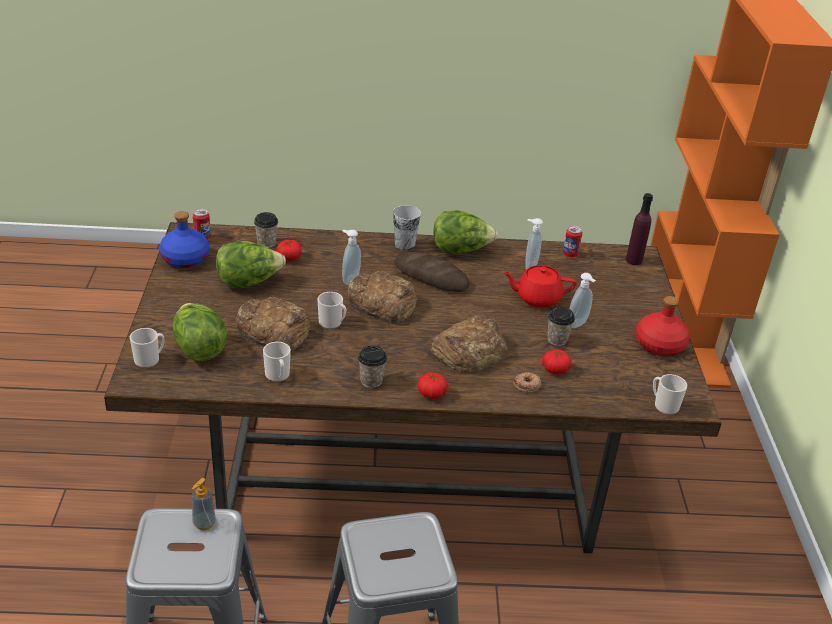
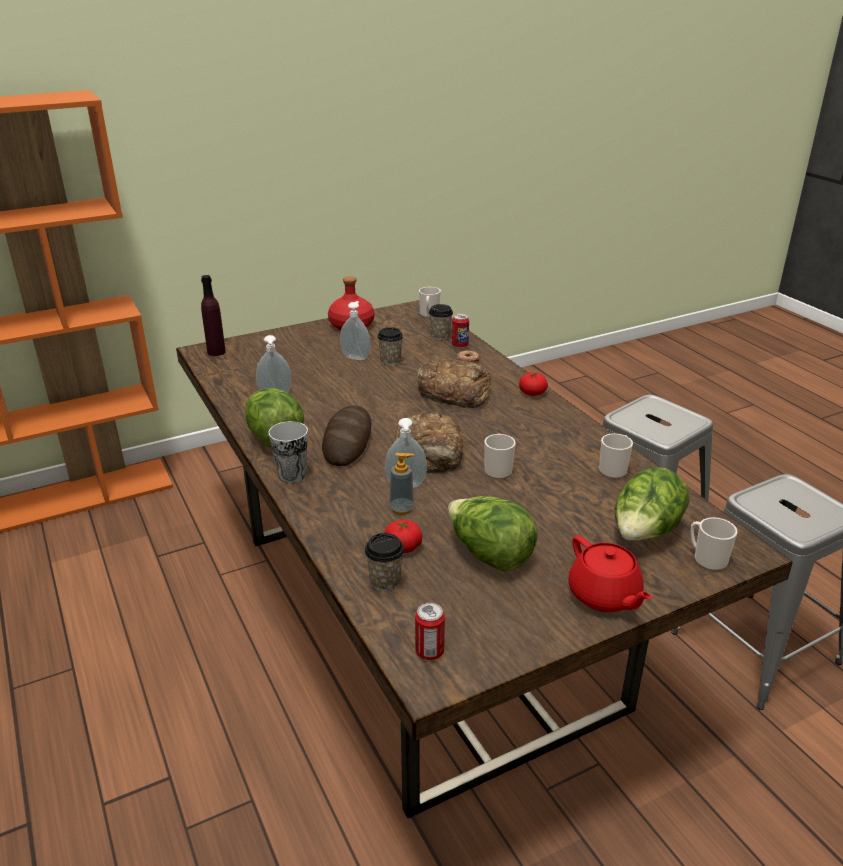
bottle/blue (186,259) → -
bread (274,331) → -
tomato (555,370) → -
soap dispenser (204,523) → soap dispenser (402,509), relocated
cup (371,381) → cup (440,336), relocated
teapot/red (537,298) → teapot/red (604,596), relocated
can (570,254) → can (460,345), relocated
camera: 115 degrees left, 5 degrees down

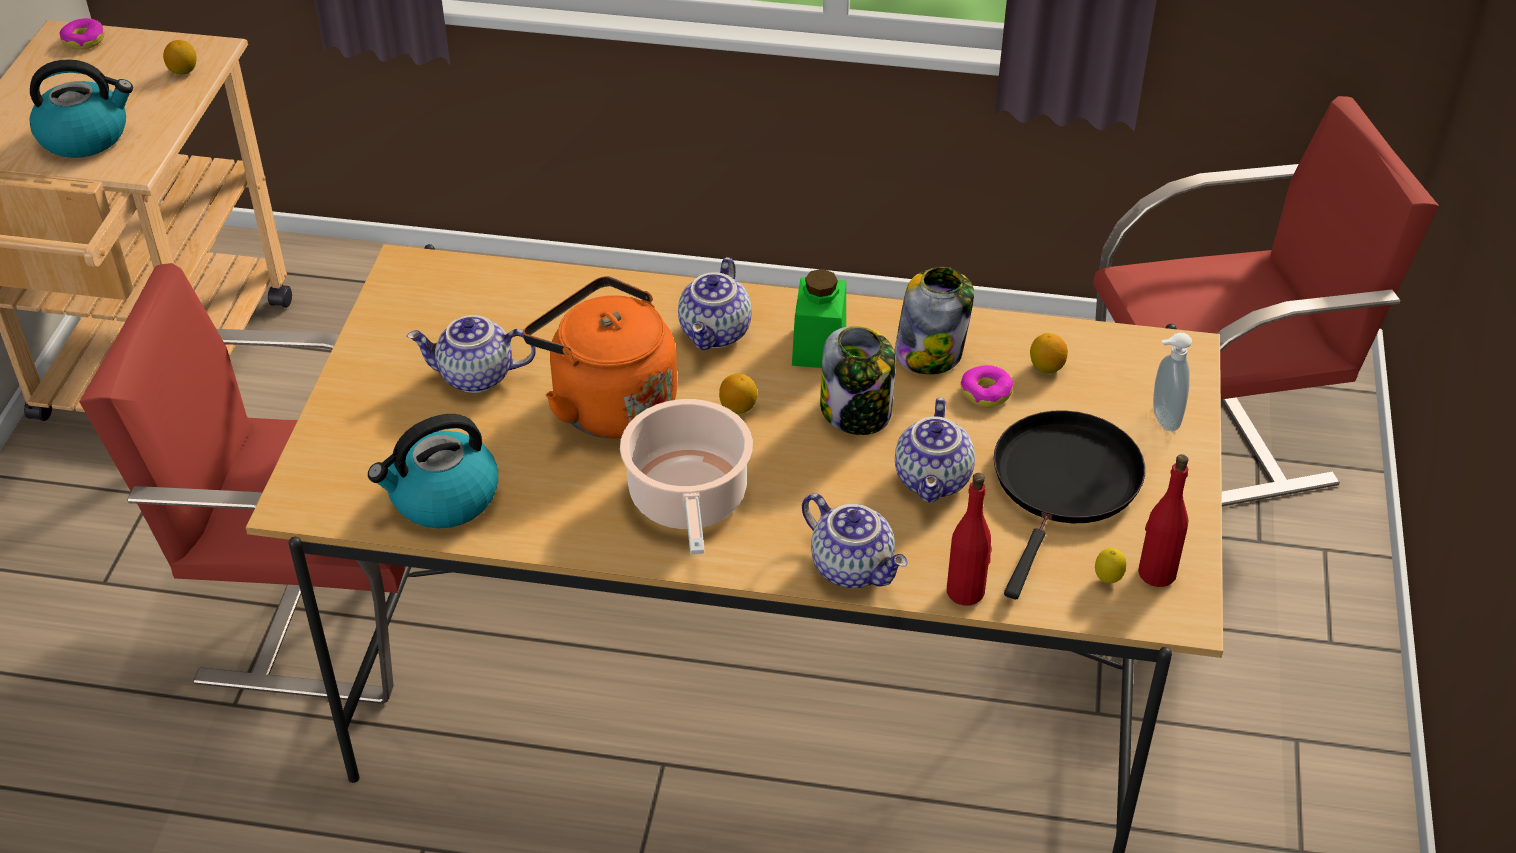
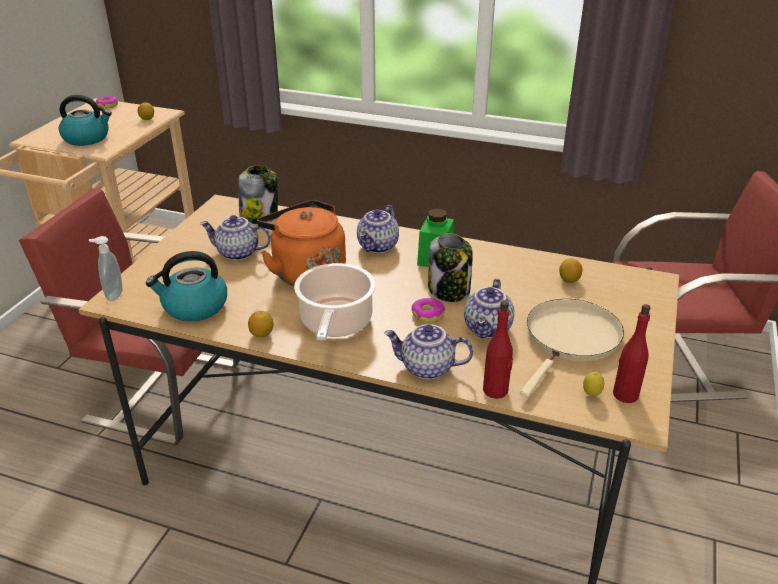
lemon (738,407) → lemon (262,334), relocated
jar (930,353) → jar (260,216), relocated
donut (986,392) → donut (428,314), relocated
soap dispenser (1162,419) → soap dispenser (113,295), relocated
frying pan/black (1064,484) → frying pan/beige (570,339)
teapot (854,567) → teapot (426,369), 135 degrees clockwise
camera: 10 degrees right, 10 degrees down

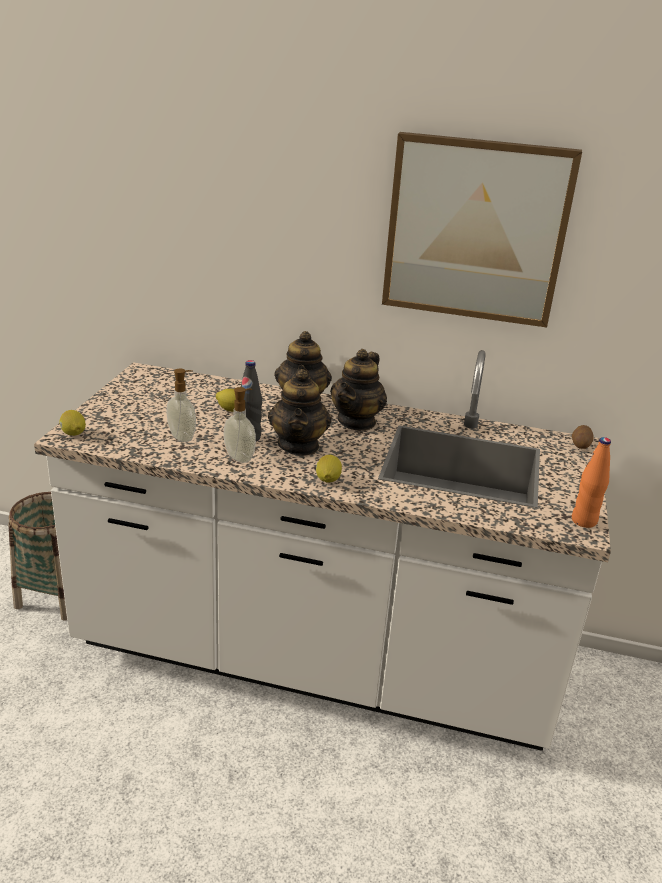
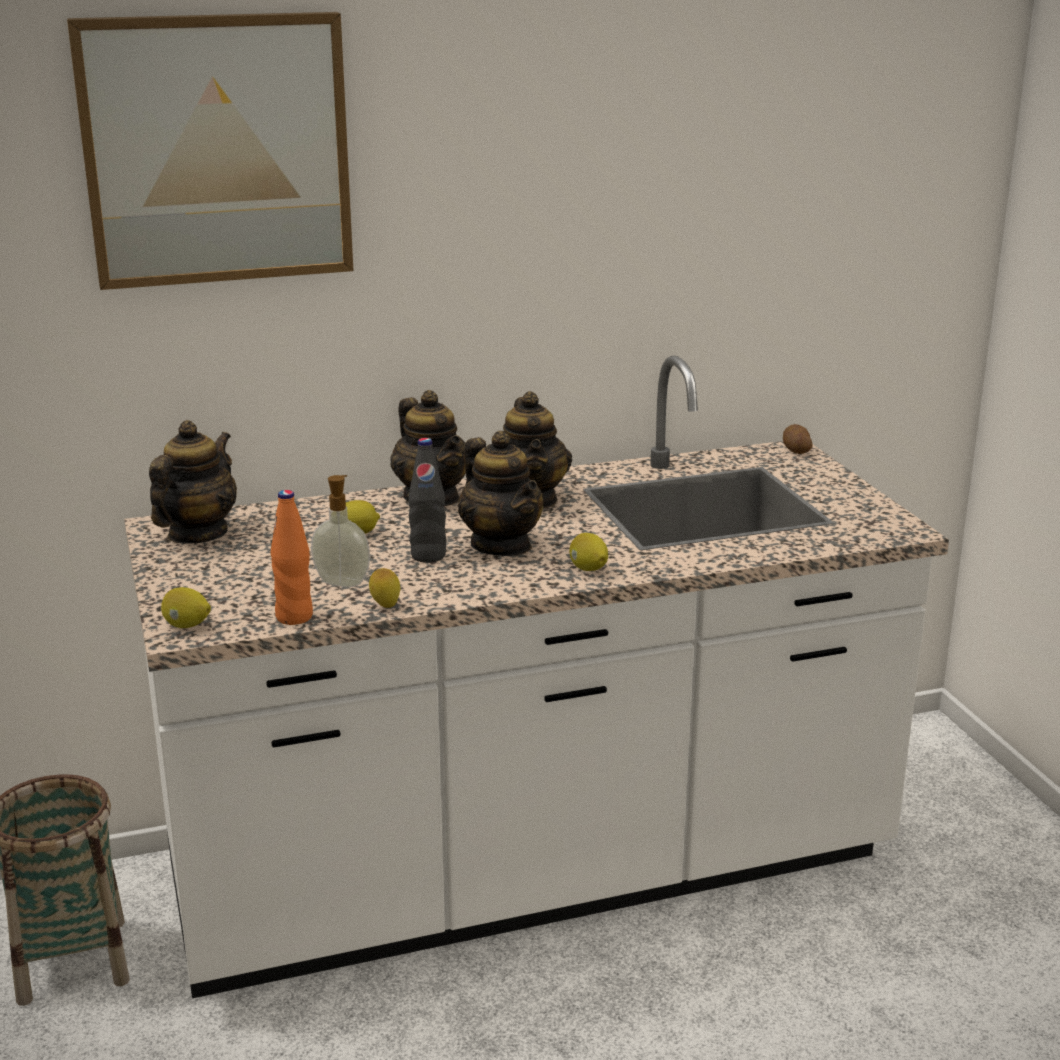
soap dispenser (240,457) → -
- → teapot (197,534)
- → lemon (385,606)
picture (475,230) → picture (216,150), relocated
bottle/orange (584,521) → bottle/orange (294,617), relocated
camera: 30 degrees left, 5 degrees down

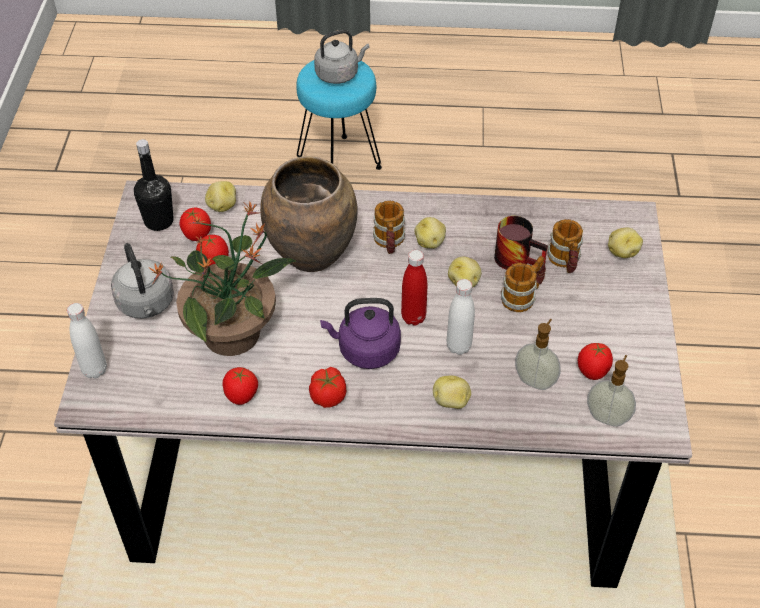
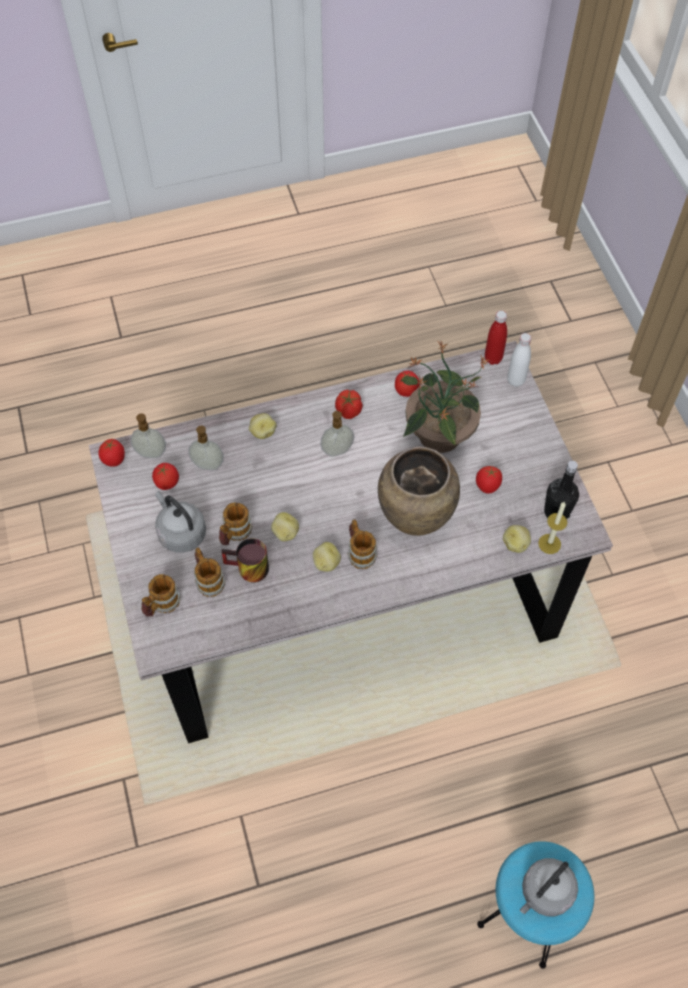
bottle/white (458,346) → -
- → candle (549,544)
kettle/grey (146,304) → kettle/grey (180,532), relocated
tomato (197,236) → tomato (114,461), relocated
bottle/red (413,317) → bottle/red (493,358), relocated
kettle/purple (365,350) → soap dispenser (337,451)
potato (622,252) → mug (161,605)
camera: 160 degrees right, 10 degrees up

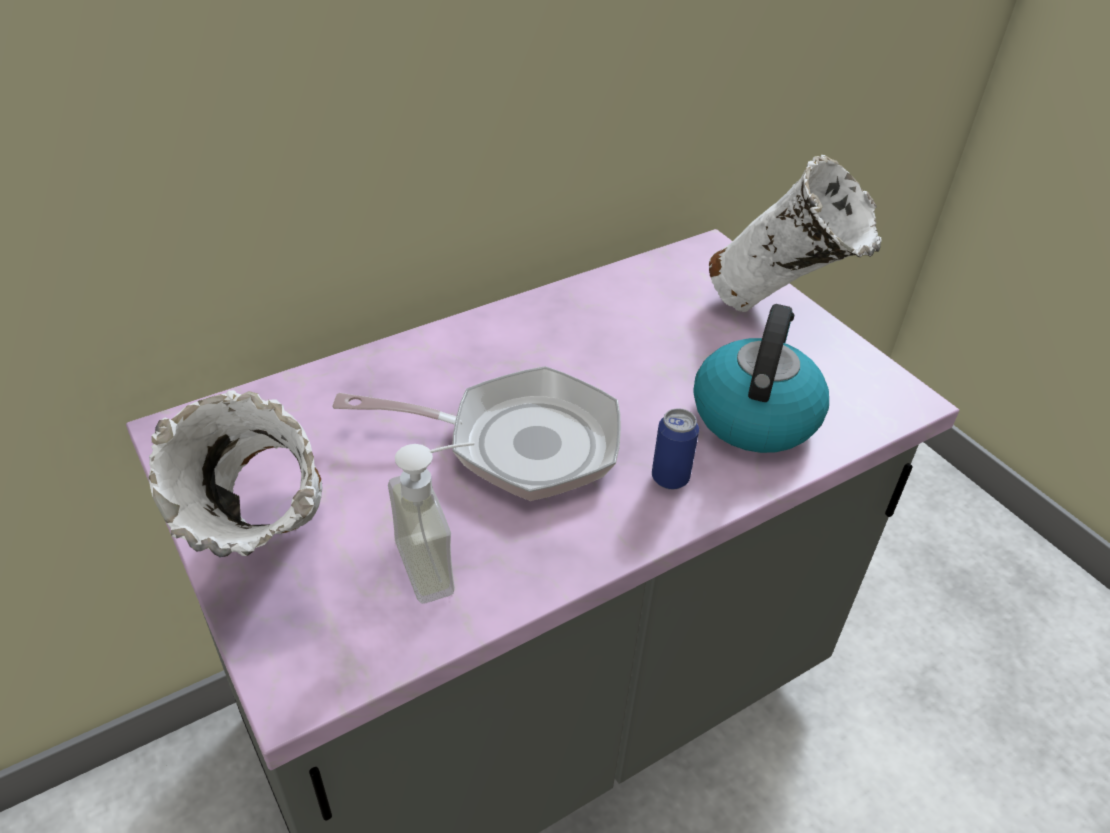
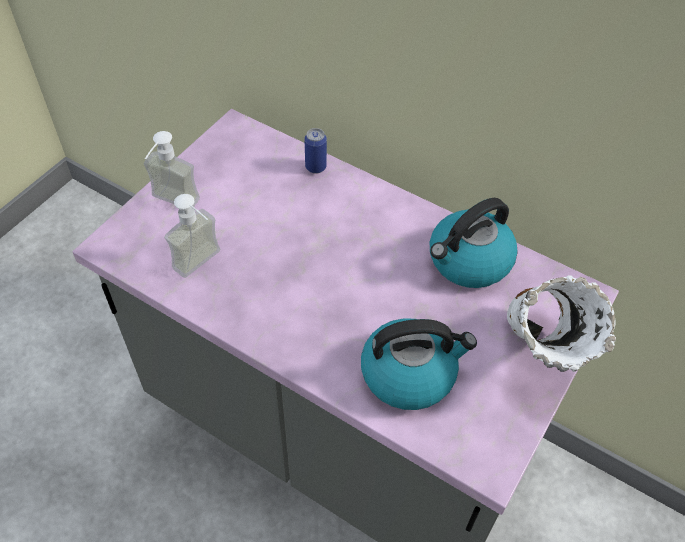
frying pan (519,443) → -
- → kettle (468,261)
can (670,478) → can (315,167), relocated
vase/white (274,564) → soap dispenser (171,204)
camera: 65 degrees right, 10 degrees up

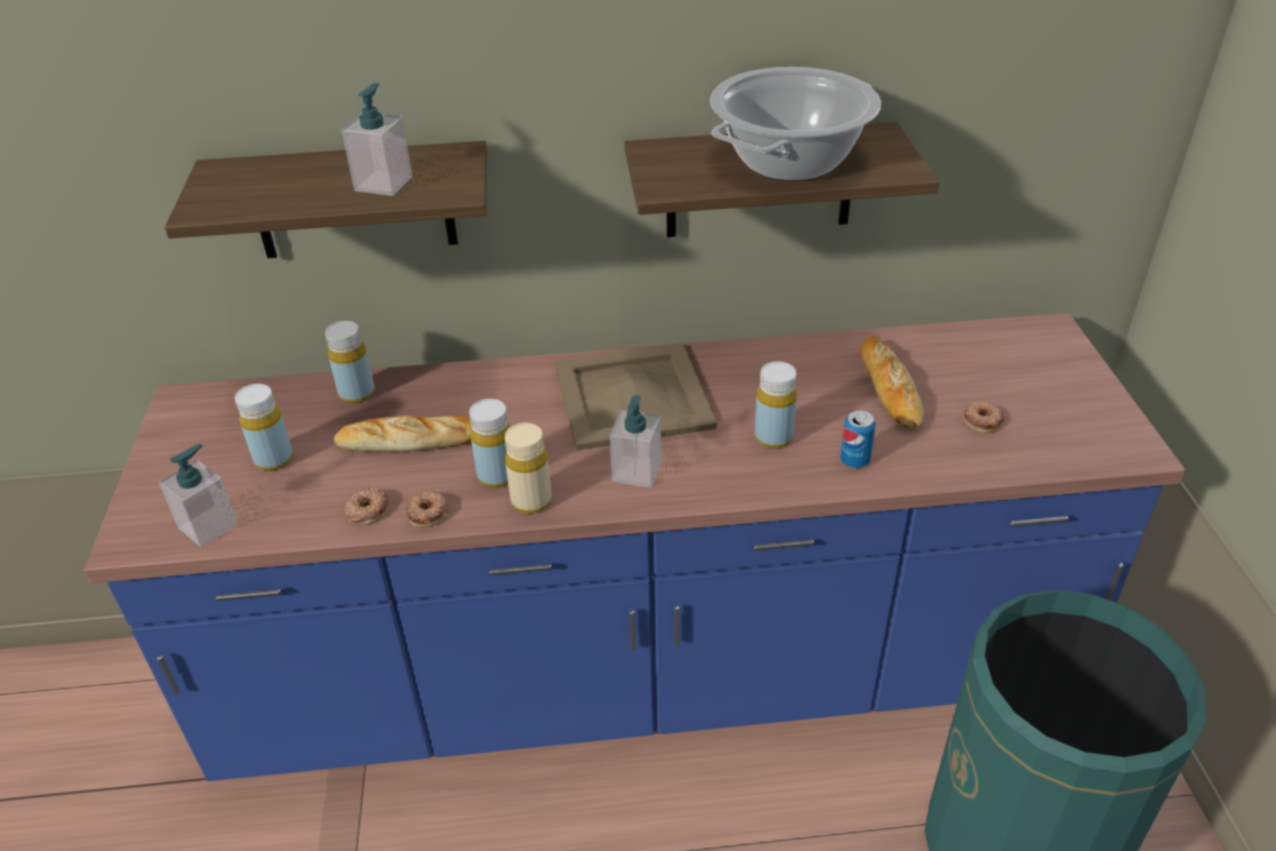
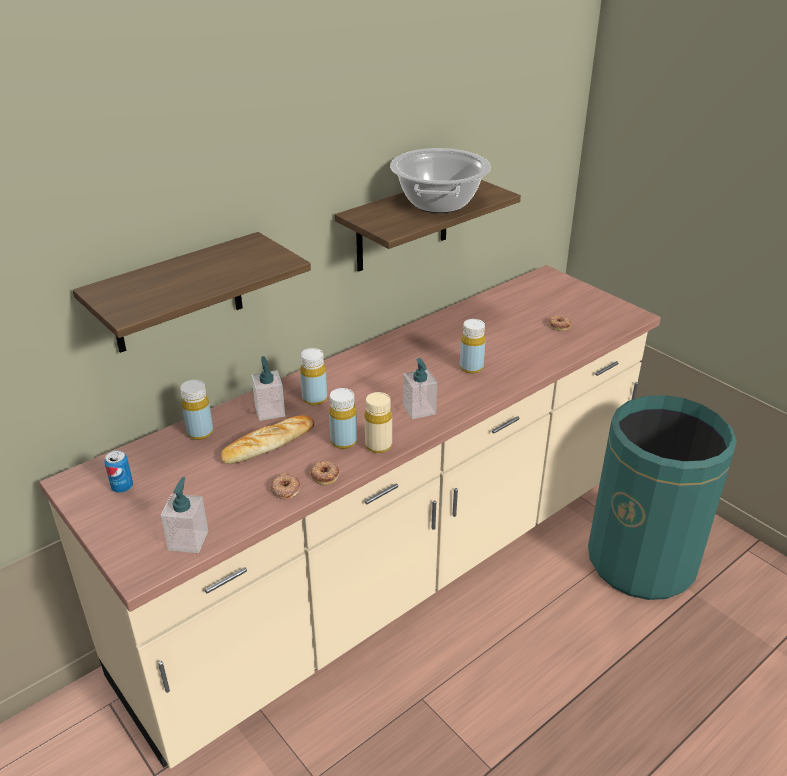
tray/beige (631,395) → -
bread (889,388) → -
bottle/yellow (274,459) → bottle/yellow (314,399), relocated
soap dispenser (384,183) → soap dispenser (270,411), relocated
can (854,460) → can (122,487), relocated
counter/blue (645,679) → counter/beige (393,573)
camera: 35 degrees left, 5 degrees down

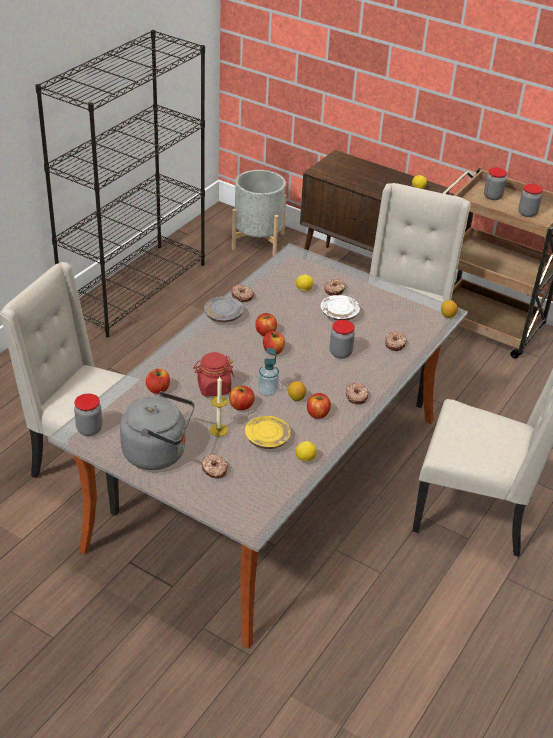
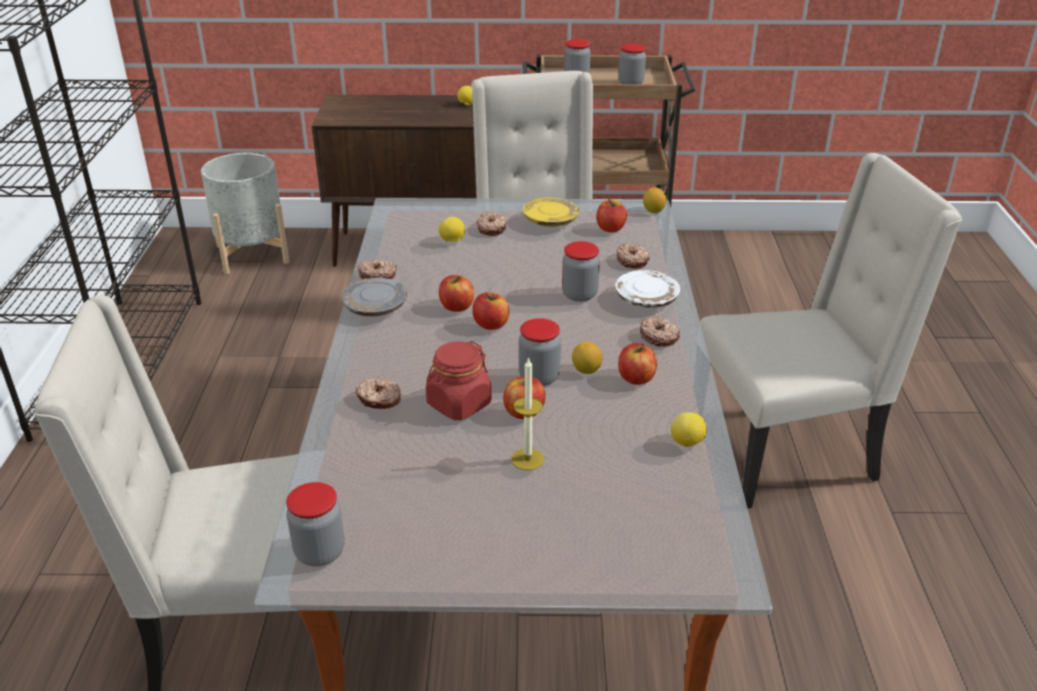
kettle/grey (159,453) → -
apple (158,389) → apple (610,228), relocated
donut (214,470) → donut (379,399), relocated
plate/yellow (267,438) → plate/yellow (550,221), relocated
plate/white (339,314) → plate/white (646,299), relocated
soap dispenser (268,391) → jar (539,377)
camera: 30 degrees left, 5 degrees down

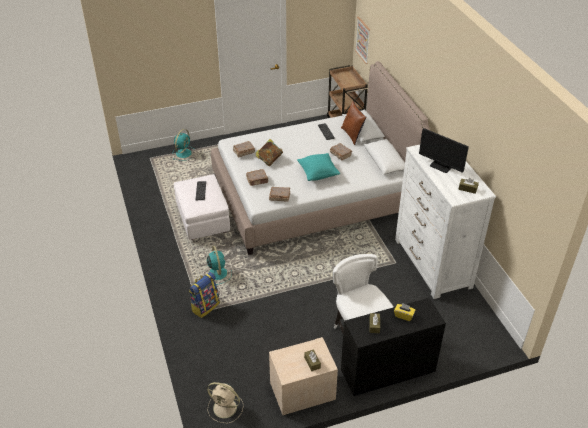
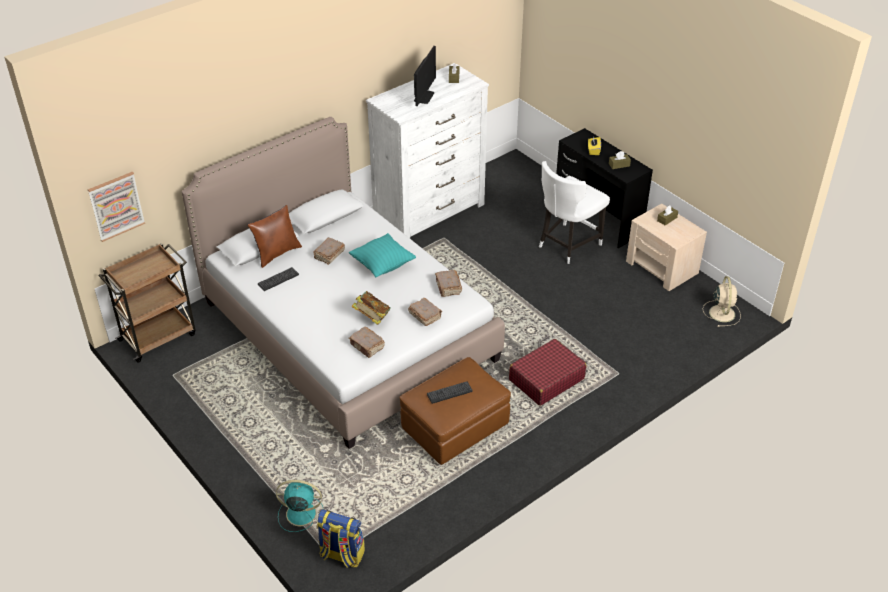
backpack (205,306) → backpack (341,555), relocated
fan/turquoise (217,273) → suitcase/red (546,379)
ottoman/white (203,220) → ottoman/brown (454,428)
camera: 110 degrees left, 0 degrees up

